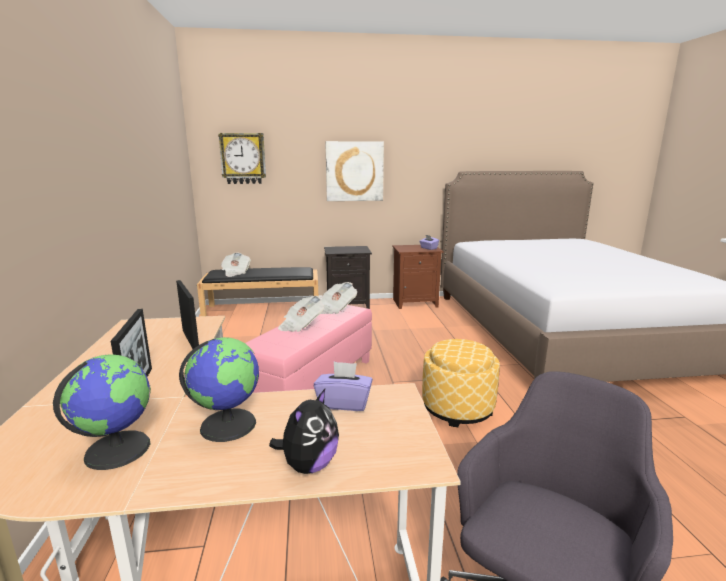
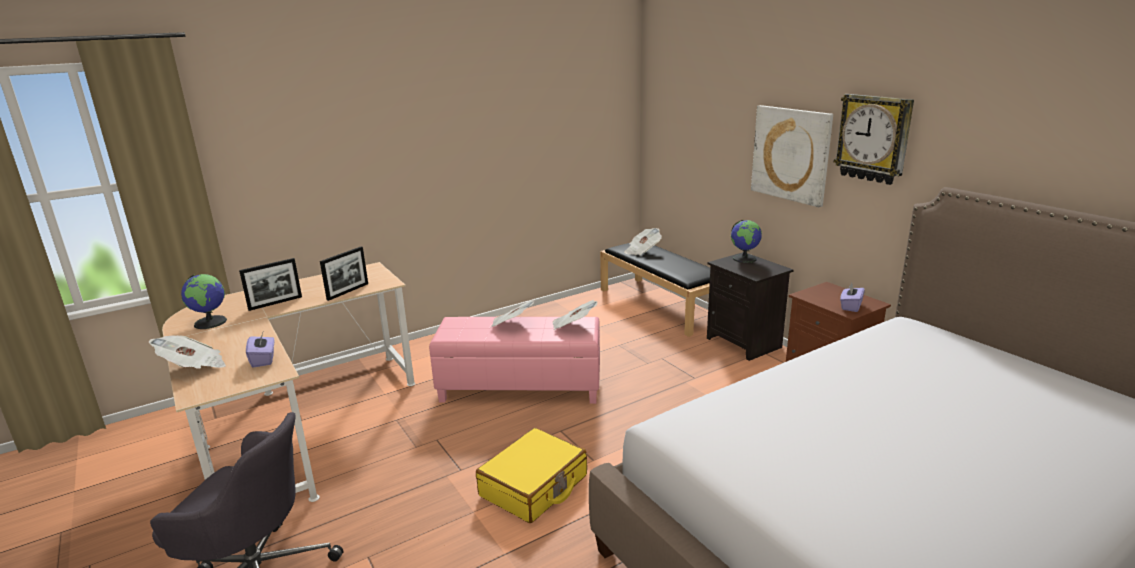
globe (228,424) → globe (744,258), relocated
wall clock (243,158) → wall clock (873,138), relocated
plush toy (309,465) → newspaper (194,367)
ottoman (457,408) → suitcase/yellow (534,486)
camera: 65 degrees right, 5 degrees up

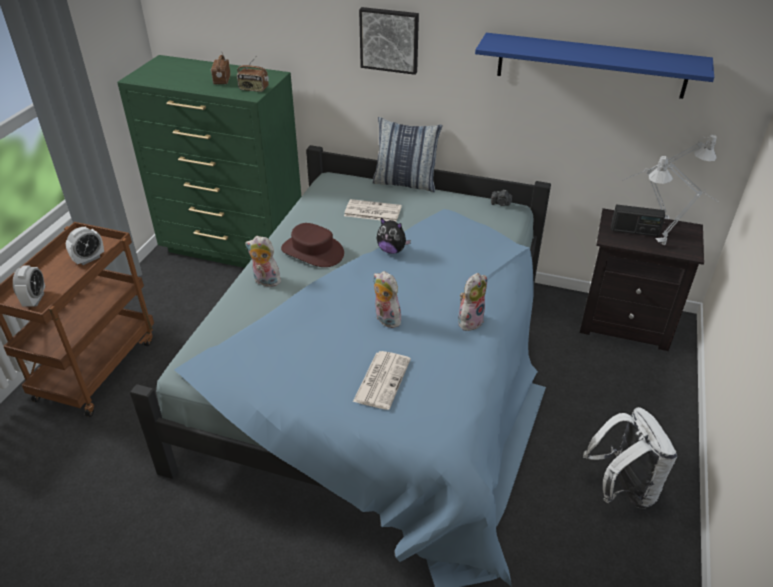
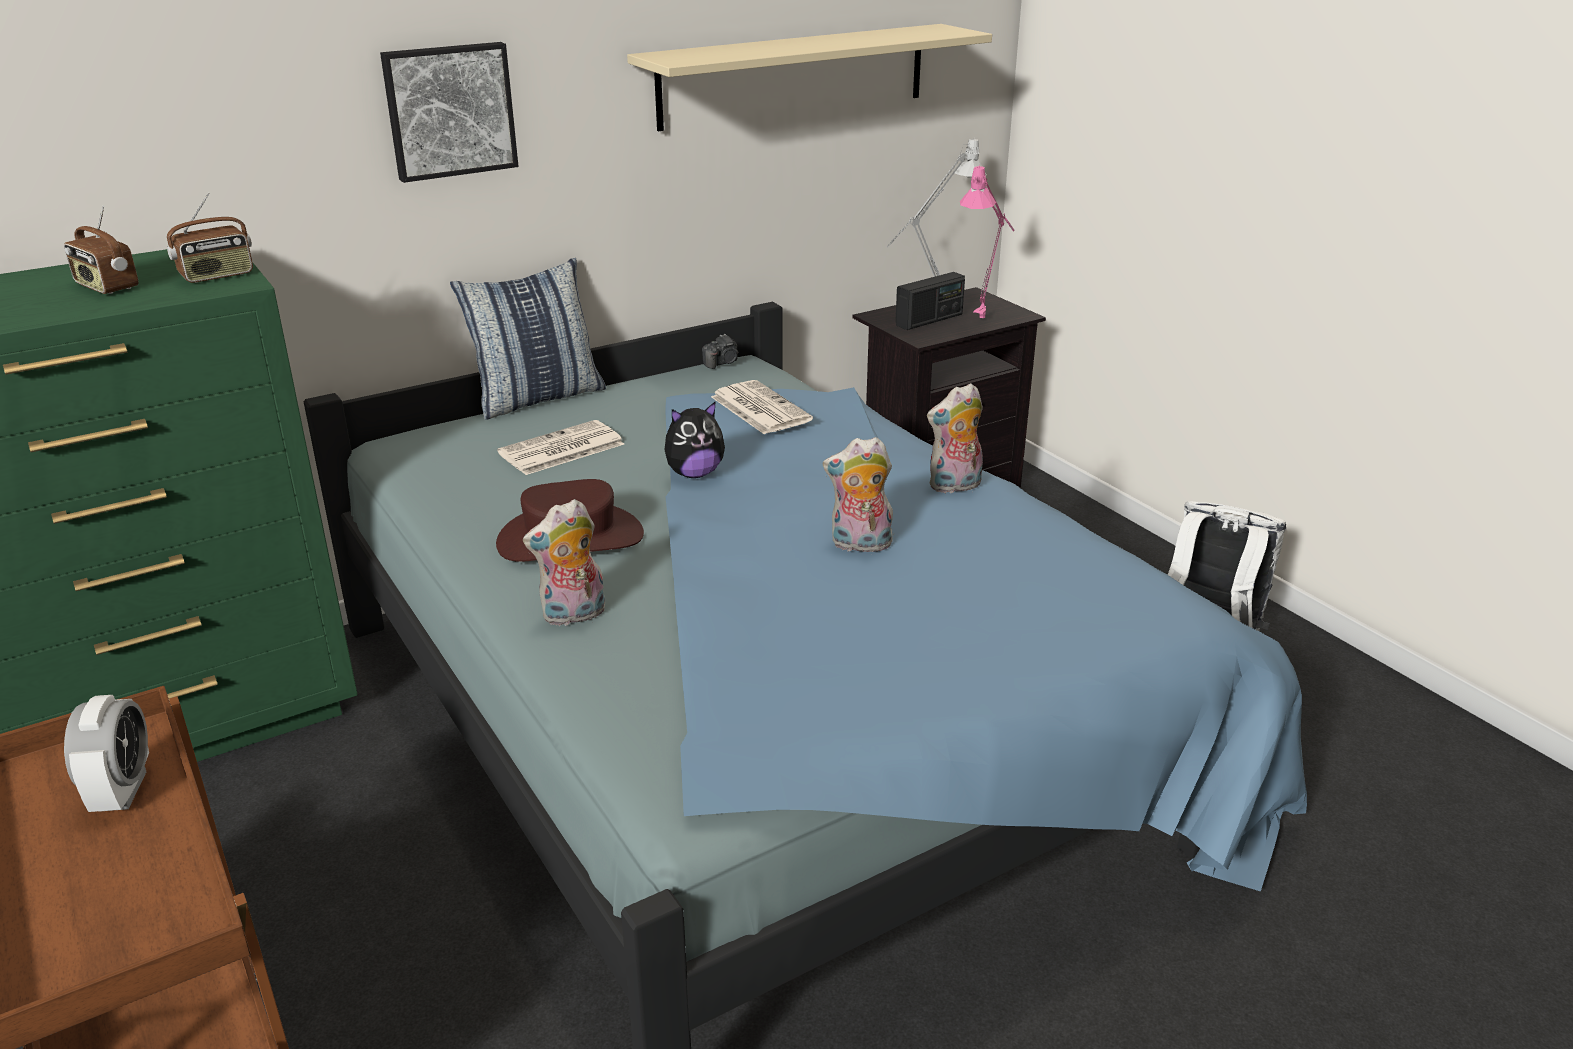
alarm clock (35,299) → -
newspaper (382,379) → newspaper (758,408), relocated
shelf/blue (591,65) → shelf/beige (794,76)
table lamp/grey (668,244) → table lamp/pink (984,317)
plush toy (470,320) → plush toy (955,486), 105 degrees counterclockwise
camera: 50 degrees left, 10 degrees down

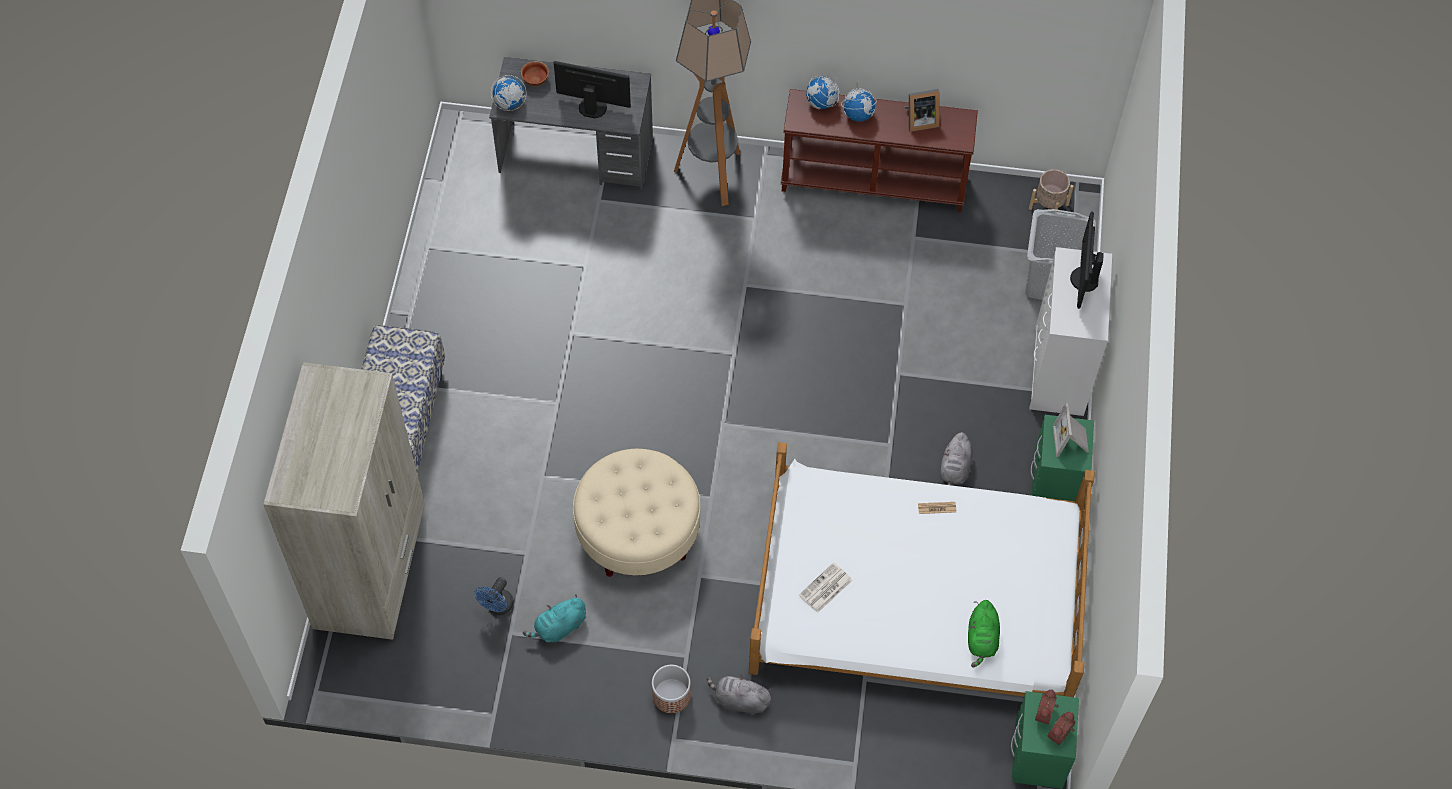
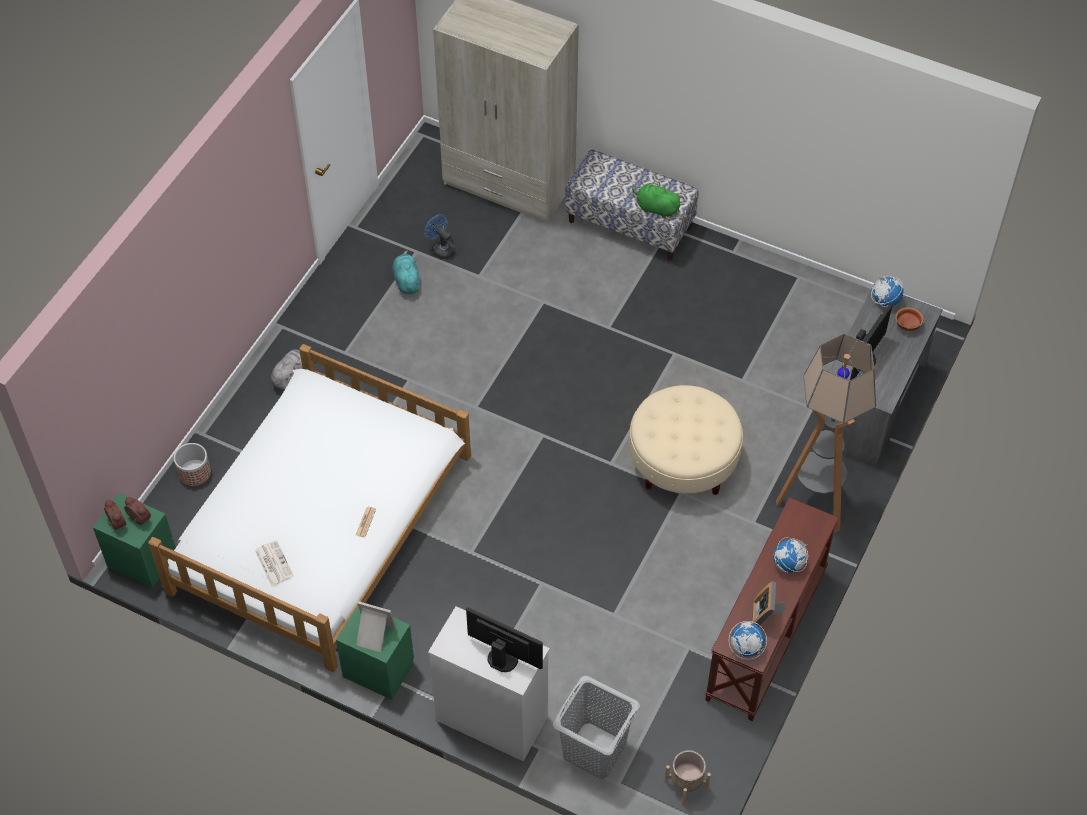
plush toy/grey (954,469) → -
ottoman/beige (638,532) → ottoman/beige (683,462), relocated
planter (671,696) → planter (194,473), relocated
newspaper (825,588) → newspaper (273,563), relocated
globe (821,103) → globe (745,648), relocated
plush toy/green (982,639) → plush toy/green (655,208), relocated
camera: 110 degrees right, 5 degrees down

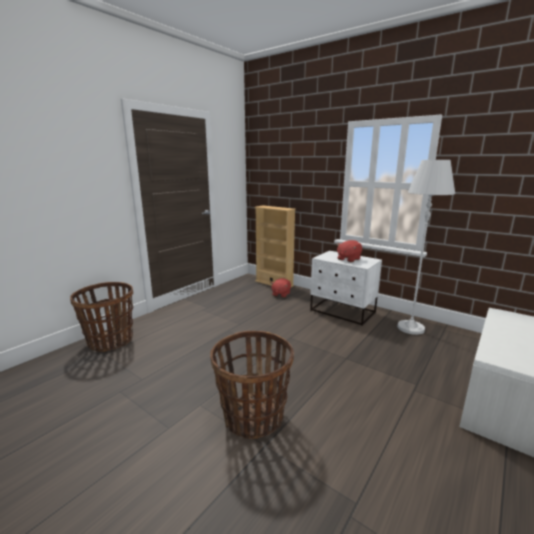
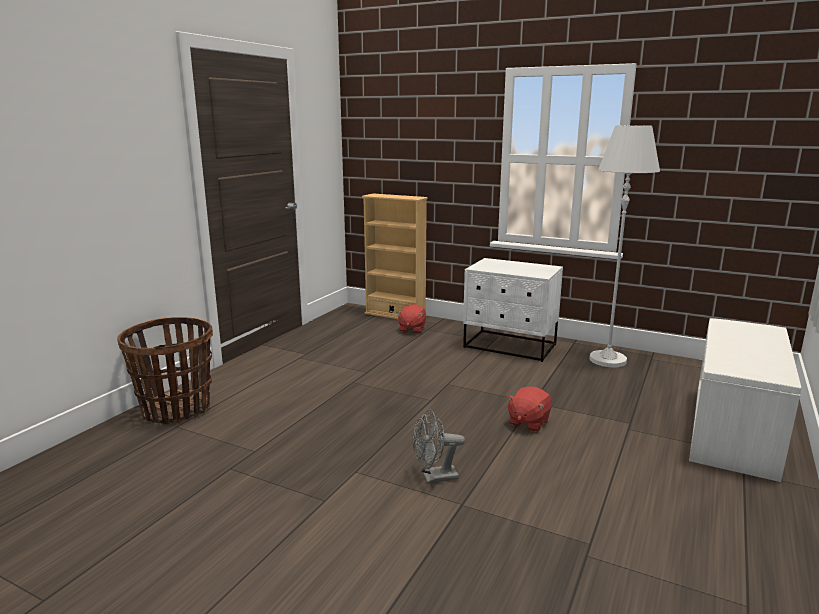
plush toy/red (348,259) → plush toy/red (528,422), relocated
basket (253,417) → fan/grey (434,478)
camera: 10 degrees left, 0 degrees up

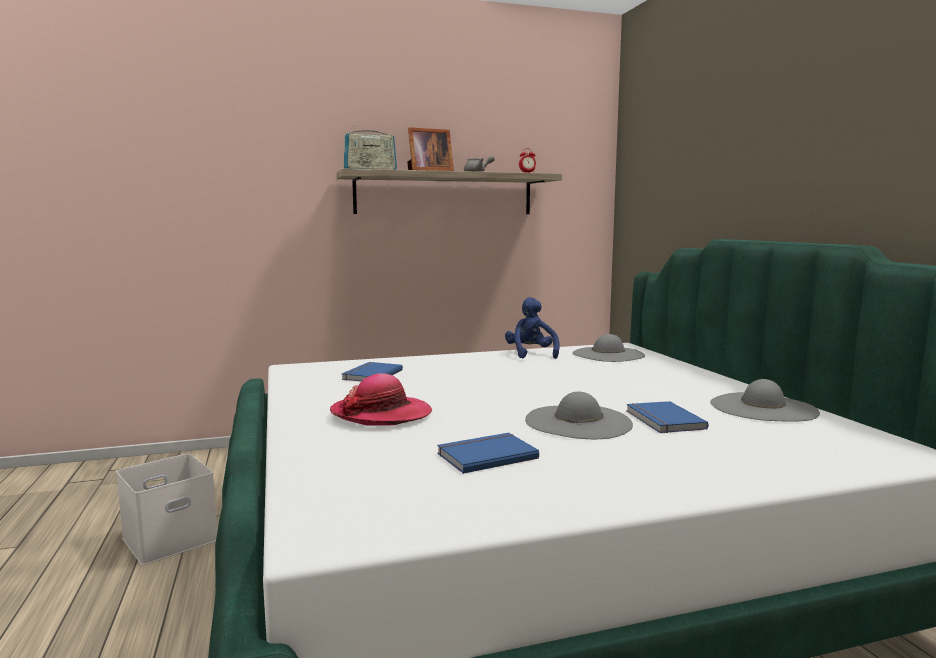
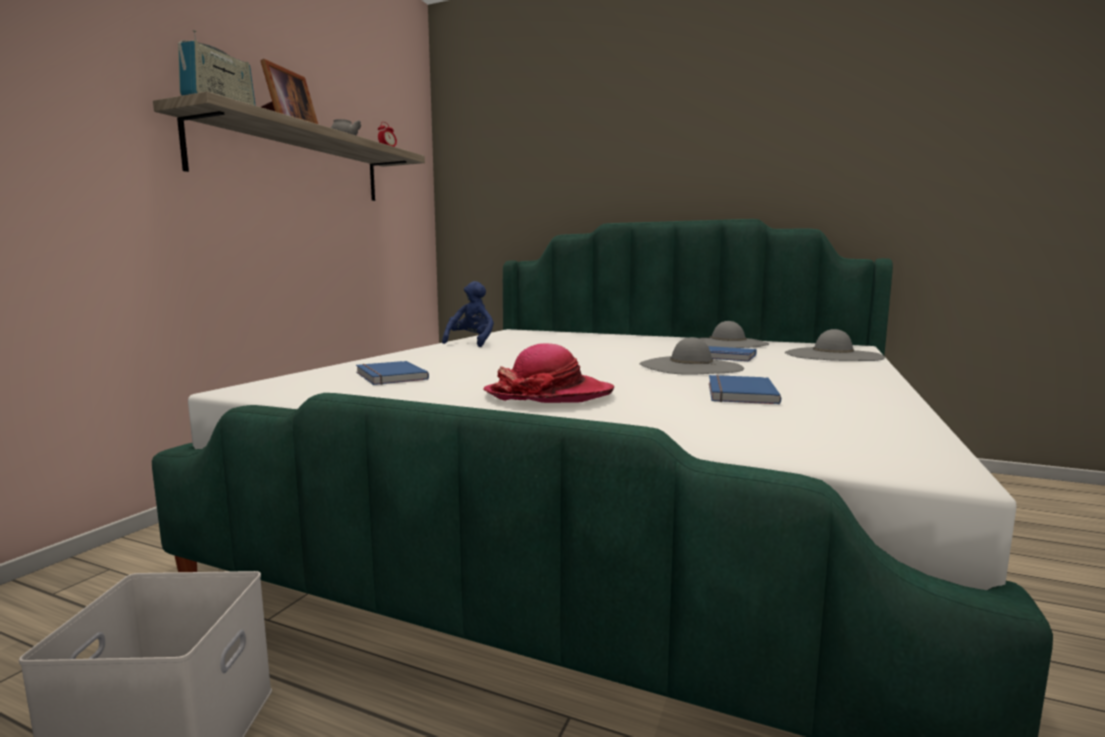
hat/grey (608,354) → hat/grey (833,355), relocated
plush toy/blue (531,354) → plush toy/blue (471,343), 75 degrees clockwise
camera: 50 degrees left, 0 degrees up

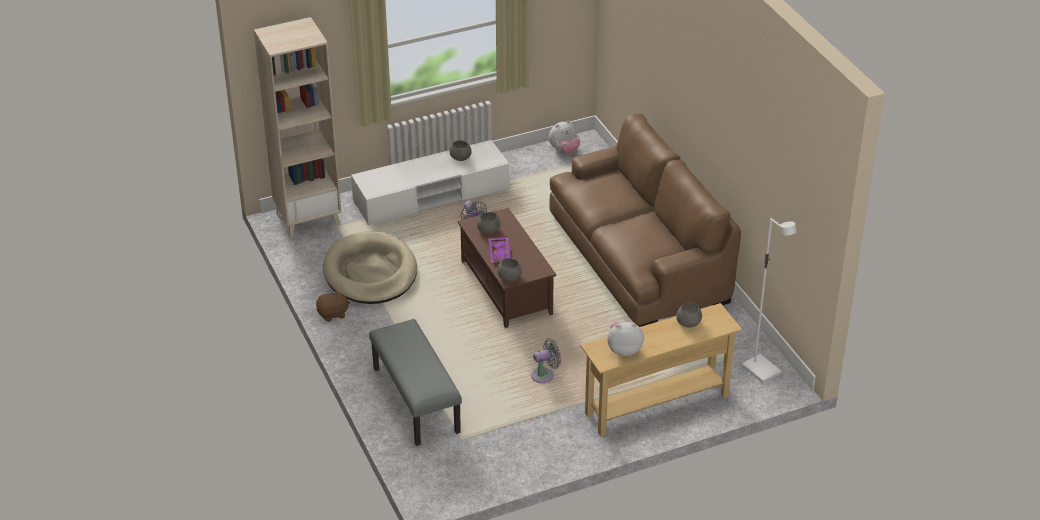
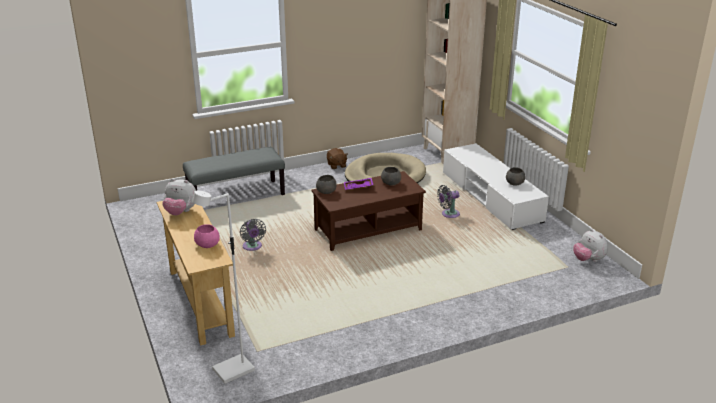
sofa/brown (638,257) → -
bowl/grey (688,322) → bowl/pink (208,244)
plush toy (624,349) → plush toy (180,212), 105 degrees clockwise
camera: 90 degrees right, 10 degrees down

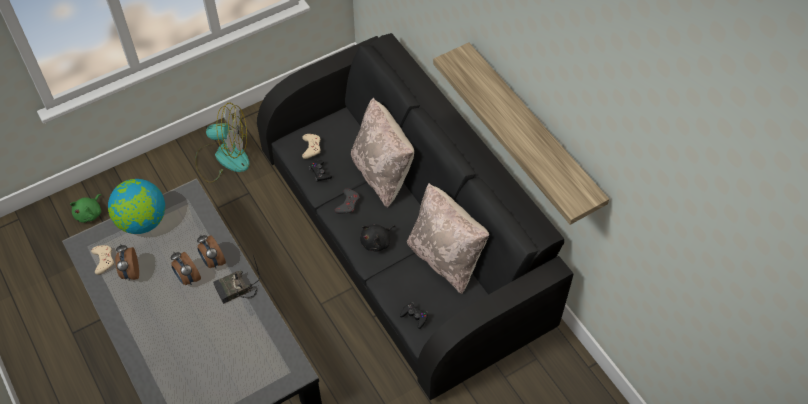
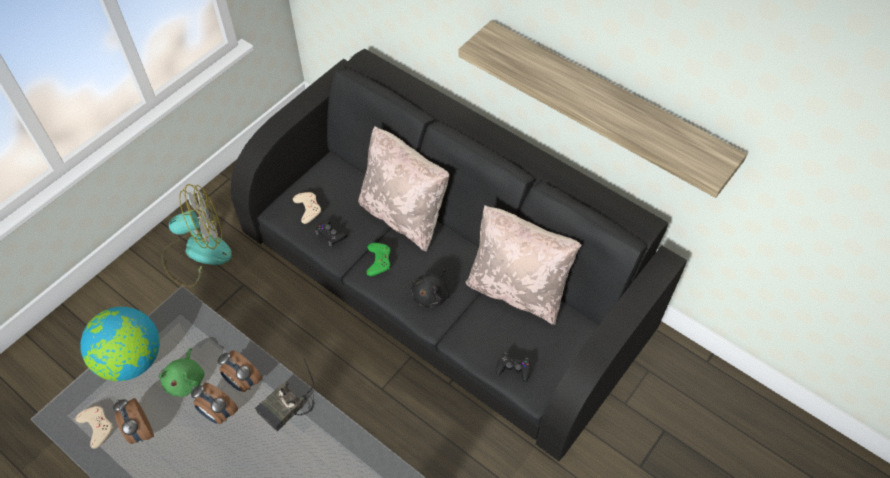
plush toy/green (90,213) → plush toy/green (186,380), relocated
game controller/grey (348,204) → game controller/green (378,261)
camera: 20 degrees left, 0 degrees up

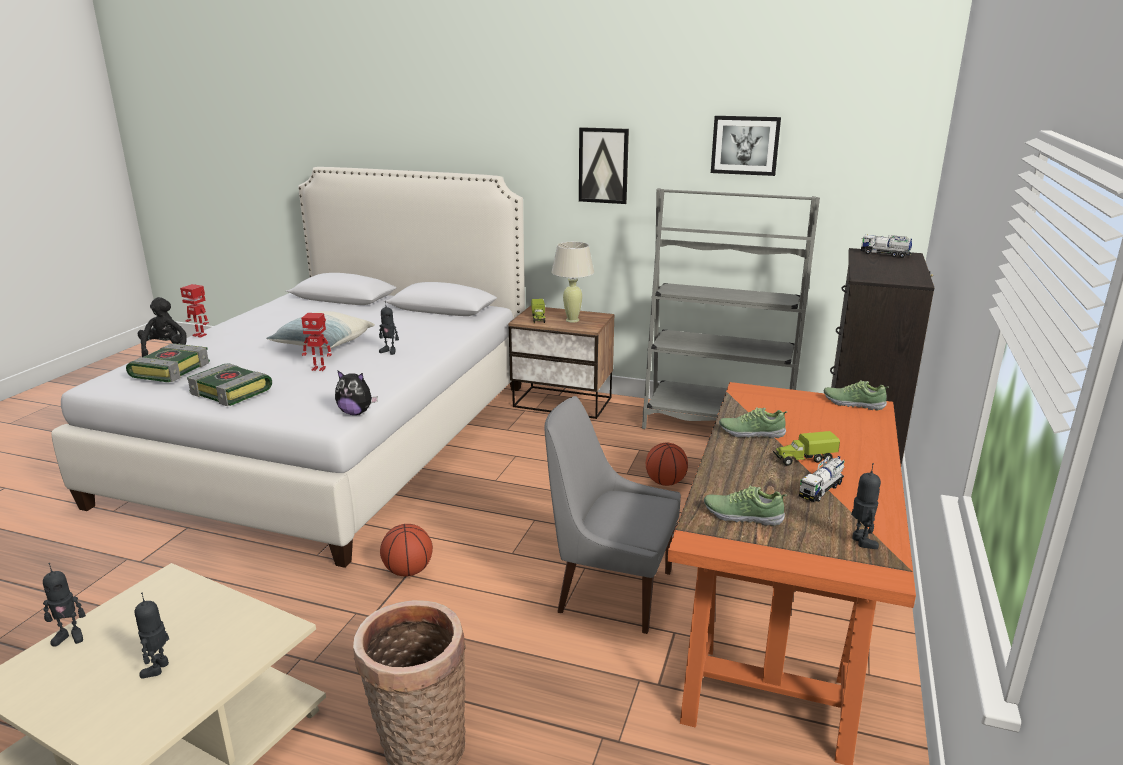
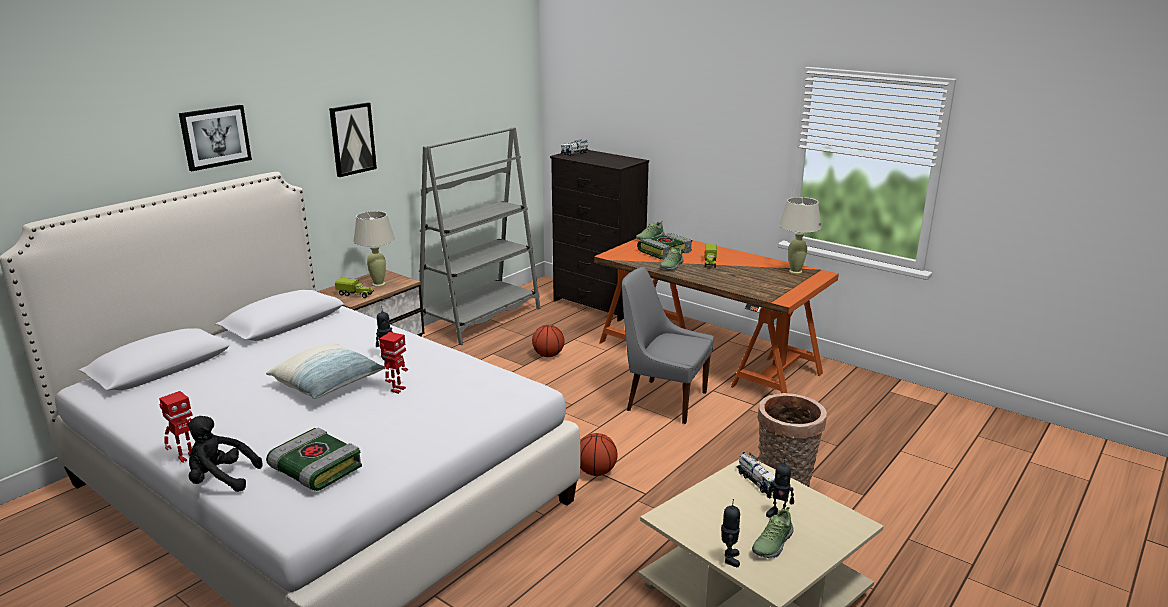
plush toy (356,413) → -
book (232,392) → book (664,251), relocated
shoe (742,515) → shoe (771,543), relocated
picture (745,145) → picture (215,137), relocated
toy truck (821,490) → toy truck (756,481), relocated
toy robot (860,542) → table lamp/beige (795,271)
chair/grey (610,590) → chair/grey (663,400), 75 degrees clockwise
camera: 70 degrees left, 0 degrees up

